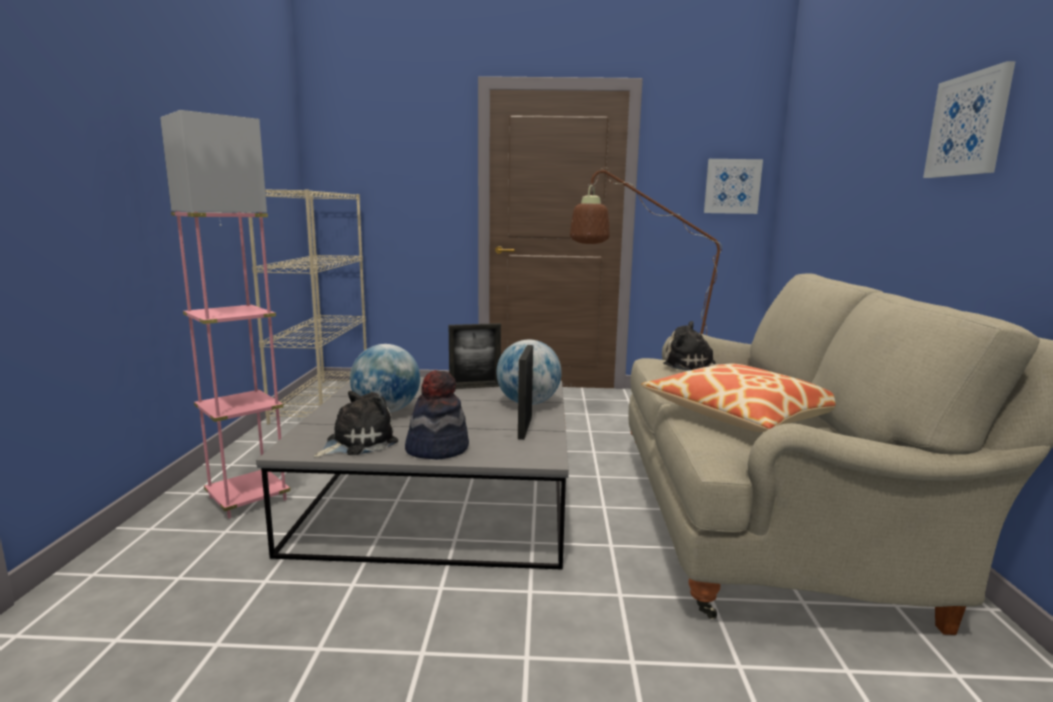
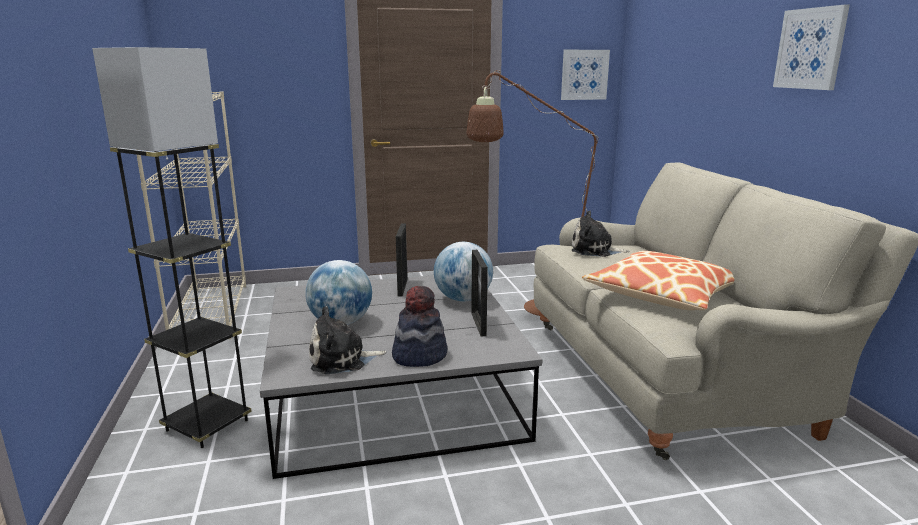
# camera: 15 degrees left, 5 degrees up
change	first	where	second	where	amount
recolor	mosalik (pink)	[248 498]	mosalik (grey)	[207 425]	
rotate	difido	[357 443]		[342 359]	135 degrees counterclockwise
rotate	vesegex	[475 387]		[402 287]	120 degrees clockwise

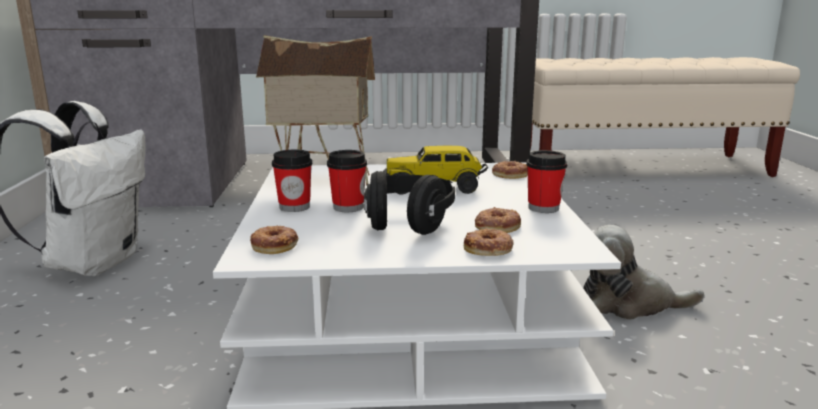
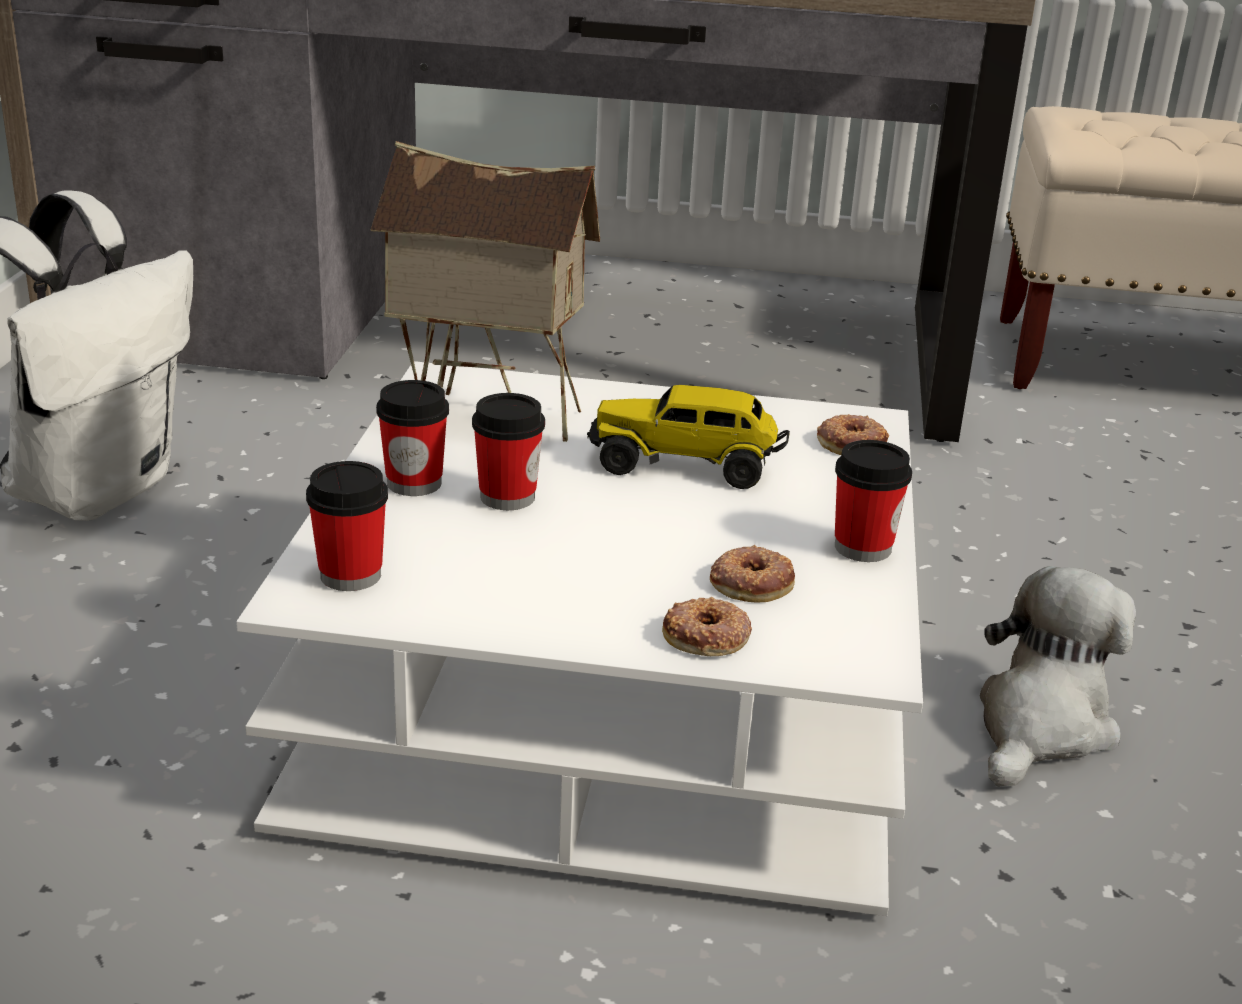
# camera: 10 degrees right, 10 degrees up
change	first	where	second	where	amount
replace	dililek	[274 245]	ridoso	[350 575]	
rotate	difido	[628 303]		[1040 726]	105 degrees clockwise
delete	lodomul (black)	[408 223]			

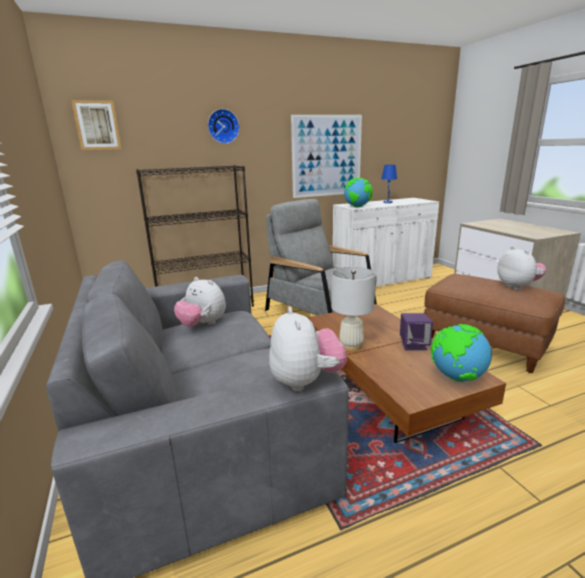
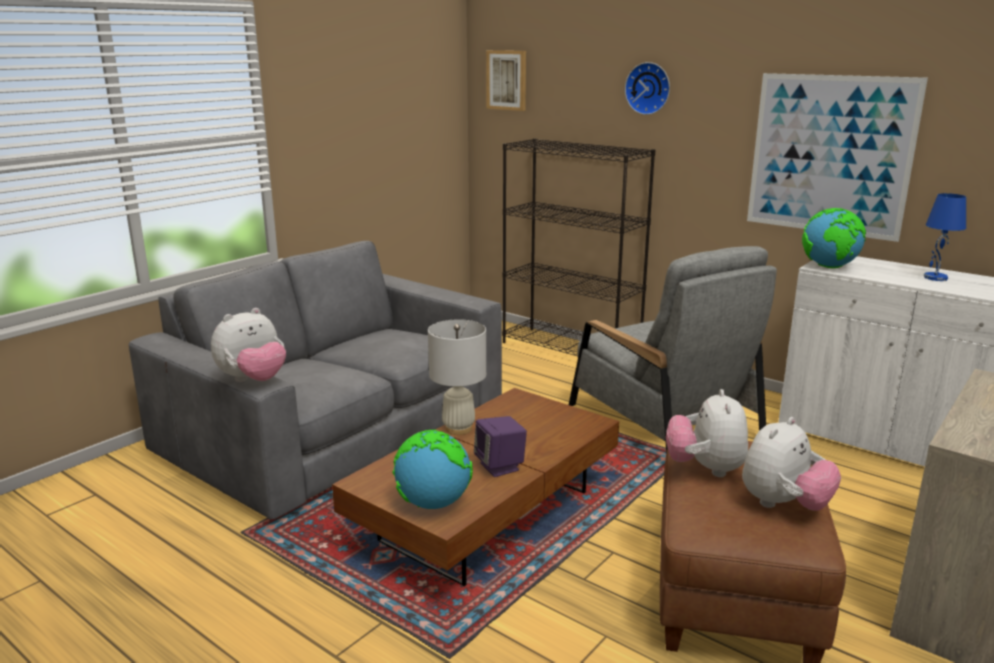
# camera: 60 degrees right, 0 degrees up
change	first	where	second	where	amount
rotate	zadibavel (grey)	[321 312]		[662 422]	135 degrees clockwise
move	difido	[202 325]		[705 469]	

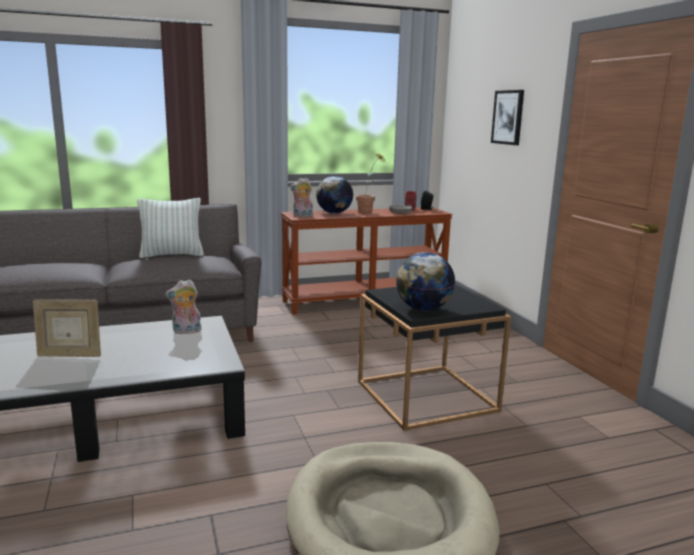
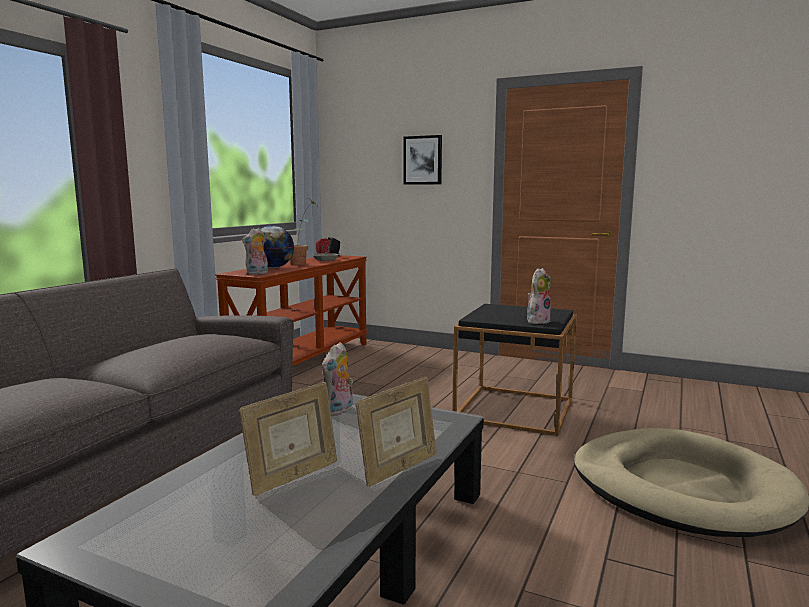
# camera: 45 degrees left, 5 degrees down
change	first	where	second	where	amount
insert			vesegex	[398 469]	
replace	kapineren	[423 309]	difido	[537 321]	
delete	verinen	[172 255]			

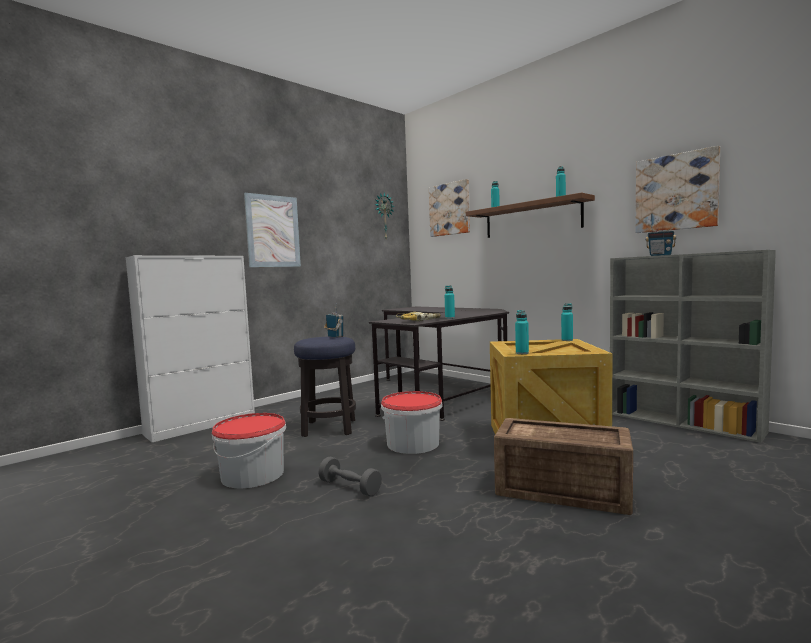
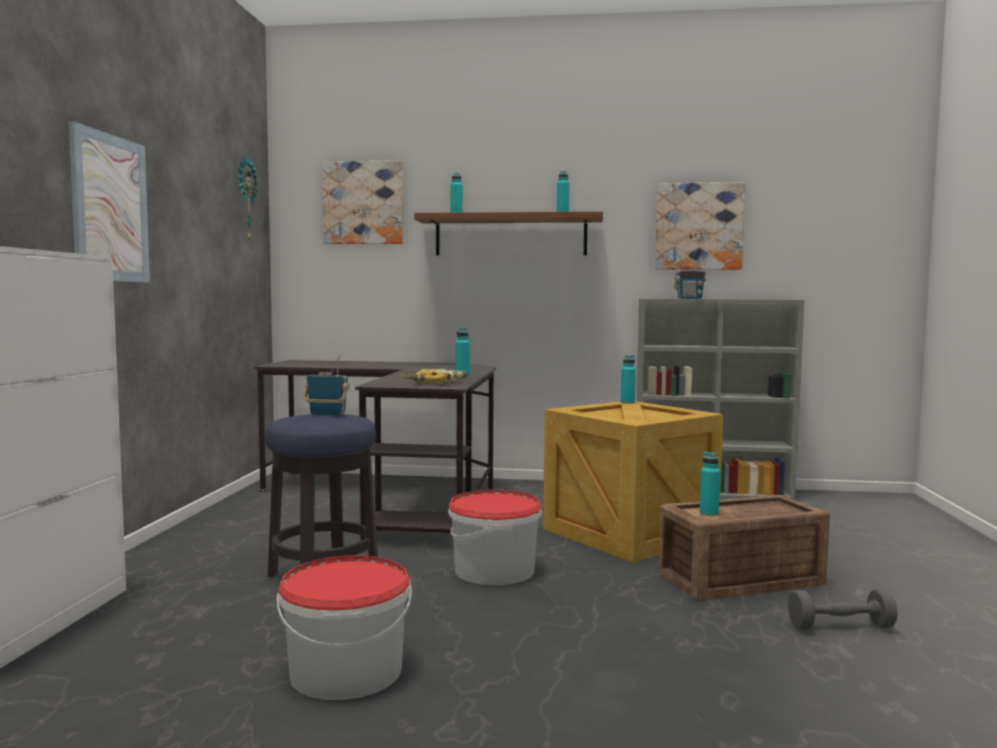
# camera: 40 degrees left, 0 degrees up
change	first	where	second	where	amount
move	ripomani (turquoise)	[522 353]		[709 513]	
move	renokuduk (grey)	[350 487]		[840 626]	

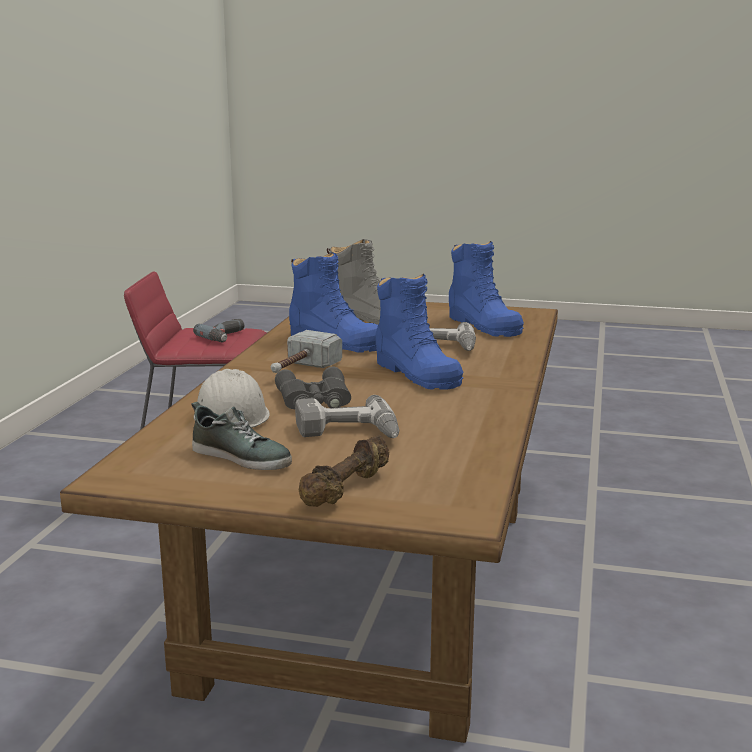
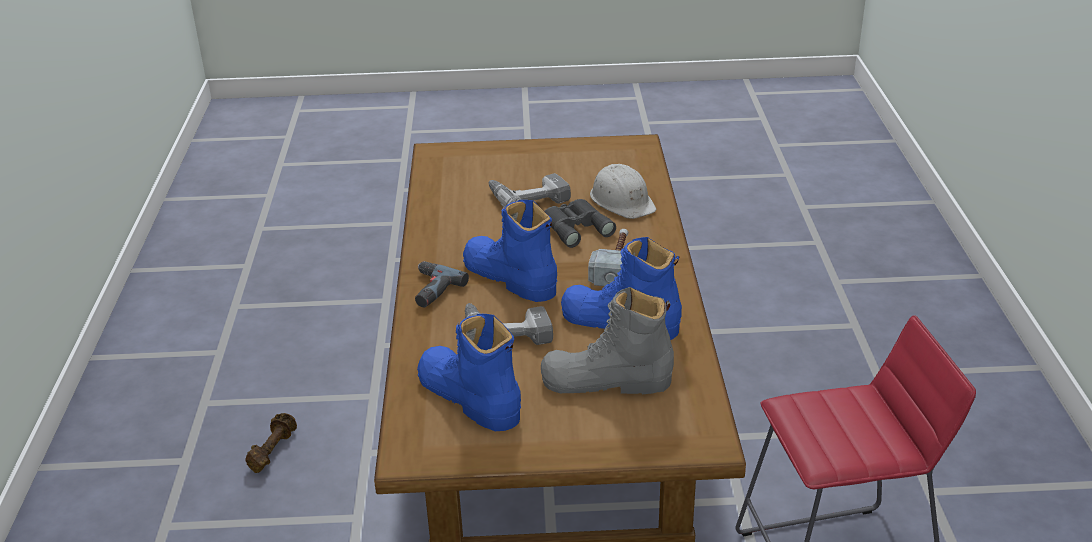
# camera: 165 degrees right, 15 degrees up
change	first	where	second	where	amount
move	renokuduk (brown)	[347 489]		[272 451]	
move	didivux	[226 336]		[429 290]	
delete	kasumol	[242 456]			

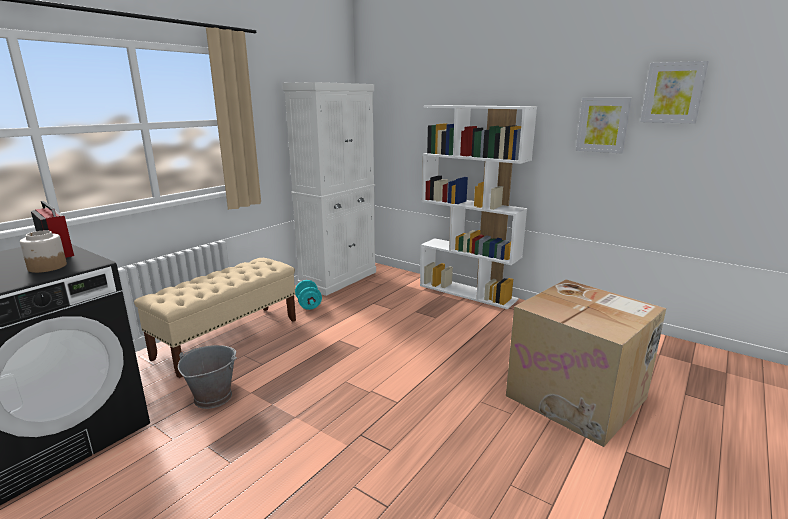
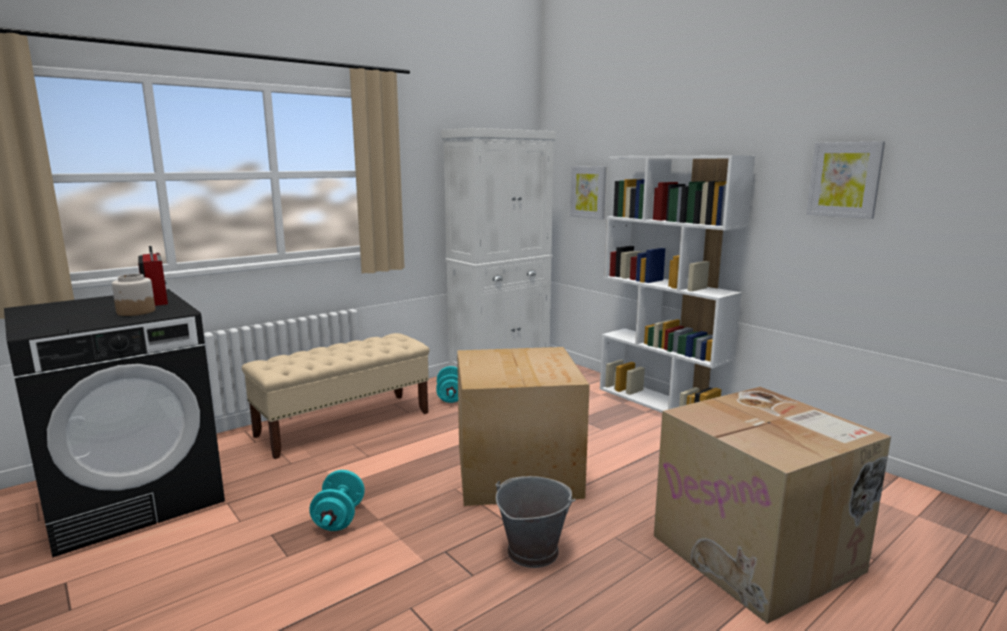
# camera: 15 degrees right, 5 degrees down
change	first	where	second	where	amount
insert			renokuduk (turquoise)	[339 518]	
insert			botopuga	[518 471]	
move	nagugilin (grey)	[212 397]		[532 551]	
move	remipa	[673 93]		[588 192]	

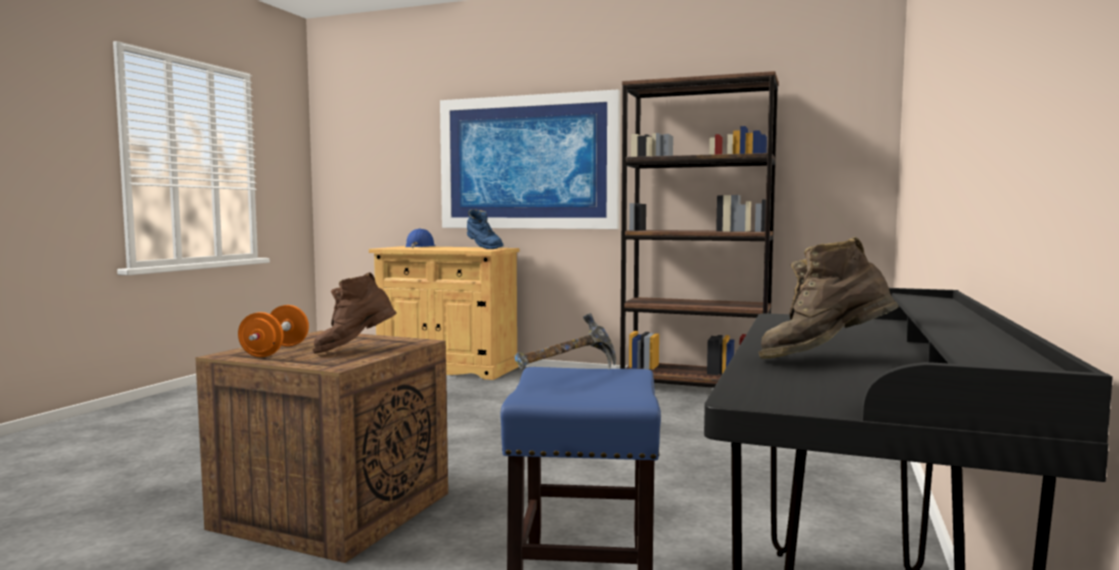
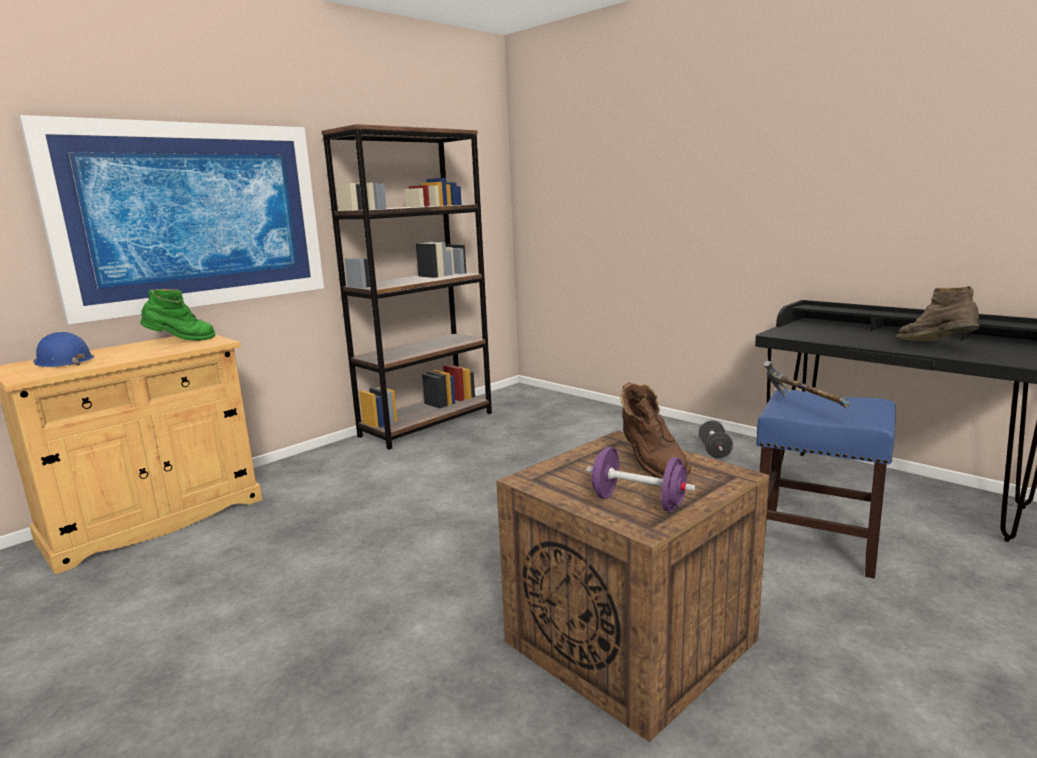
# camera: 65 degrees left, 10 degrees up
change	first	where	second	where	amount
recolor	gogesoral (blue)	[483 248]	gogesoral (green)	[181 341]	
recolor	renokuduk (orange)	[275 351]	renokuduk (purple)	[638 502]	
insert			renokuduk (black)	[714 451]	
rotate	gogesoral (brown)	[824 359]		[935 346]	135 degrees clockwise

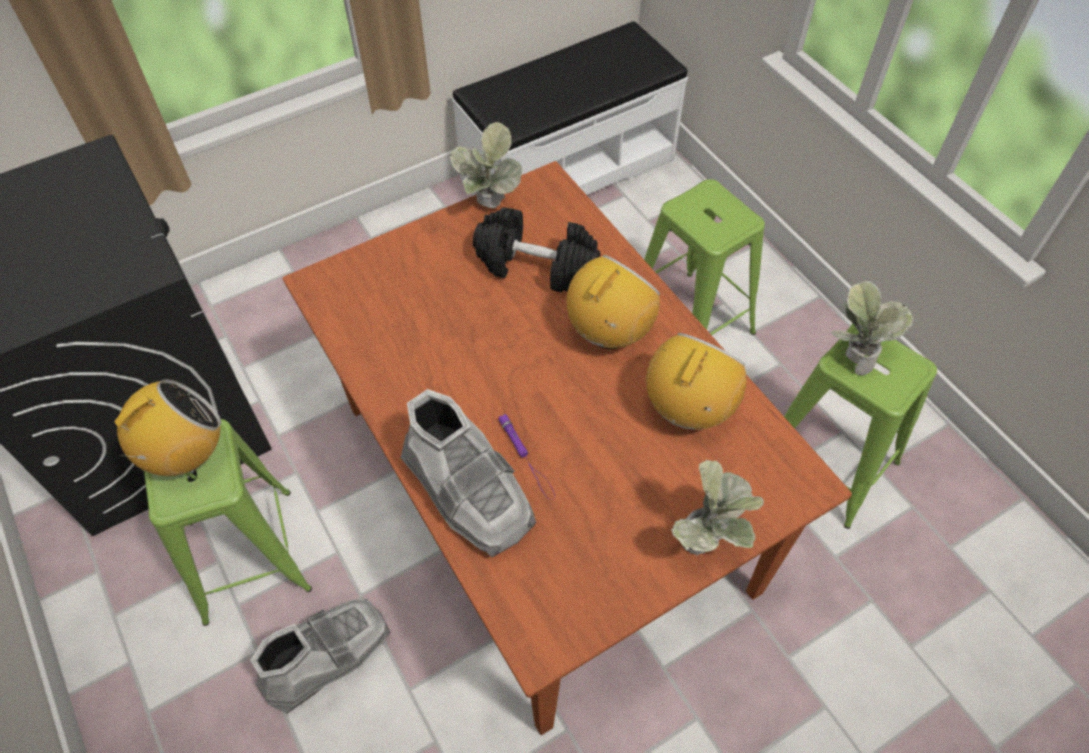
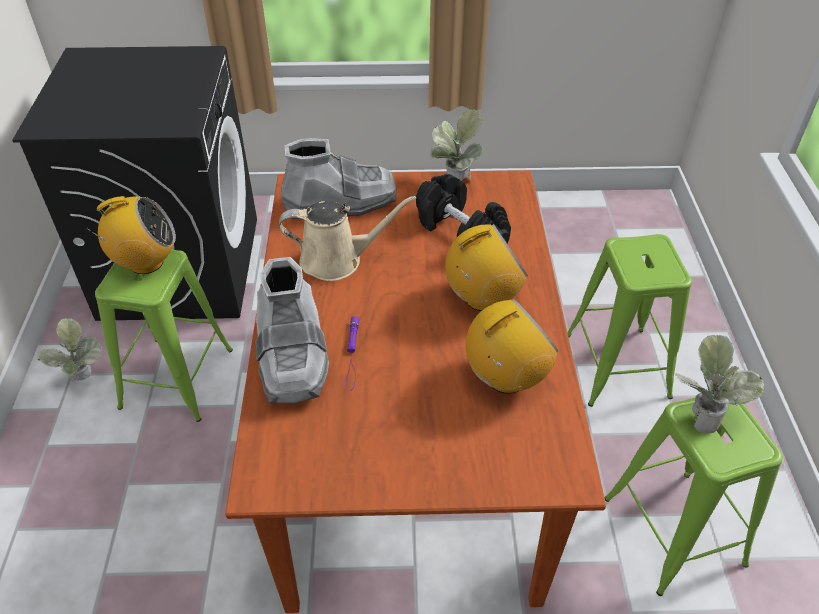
# camera: 30 degrees right, 10 degrees down
change	first	where	second	where	amount
move	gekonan	[707 544]		[84 380]	
insert			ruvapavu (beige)	[337 260]	
move	gogesoral (grey)	[326 656]		[341 202]	
delete	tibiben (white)	[567 169]			

